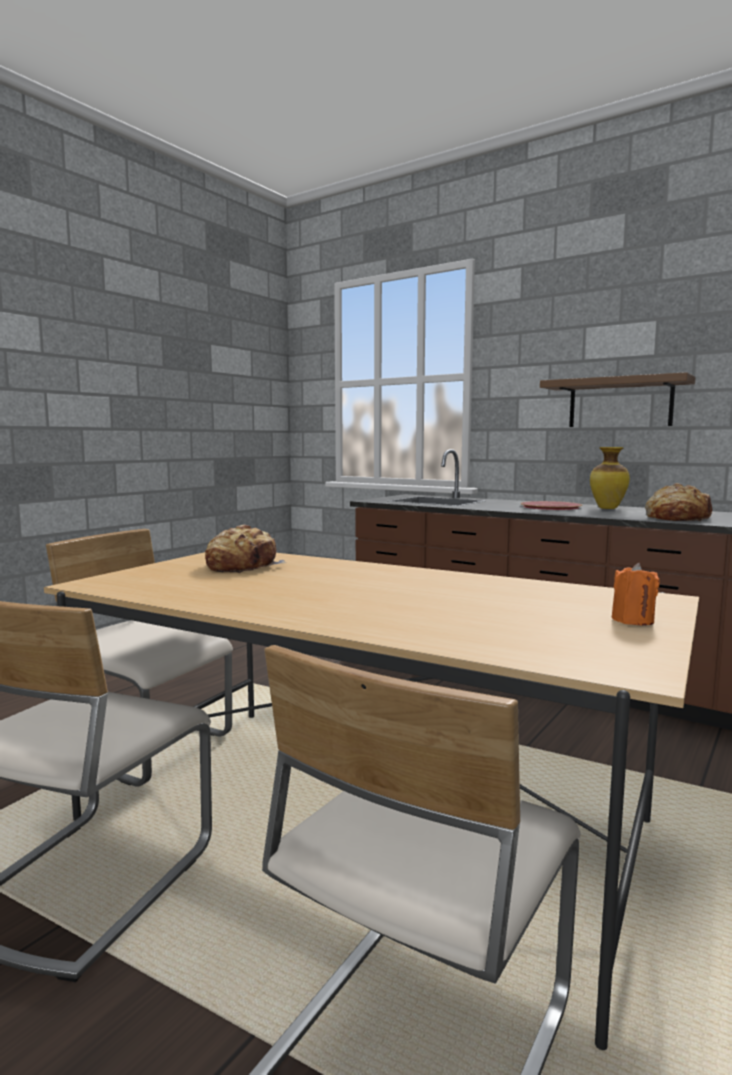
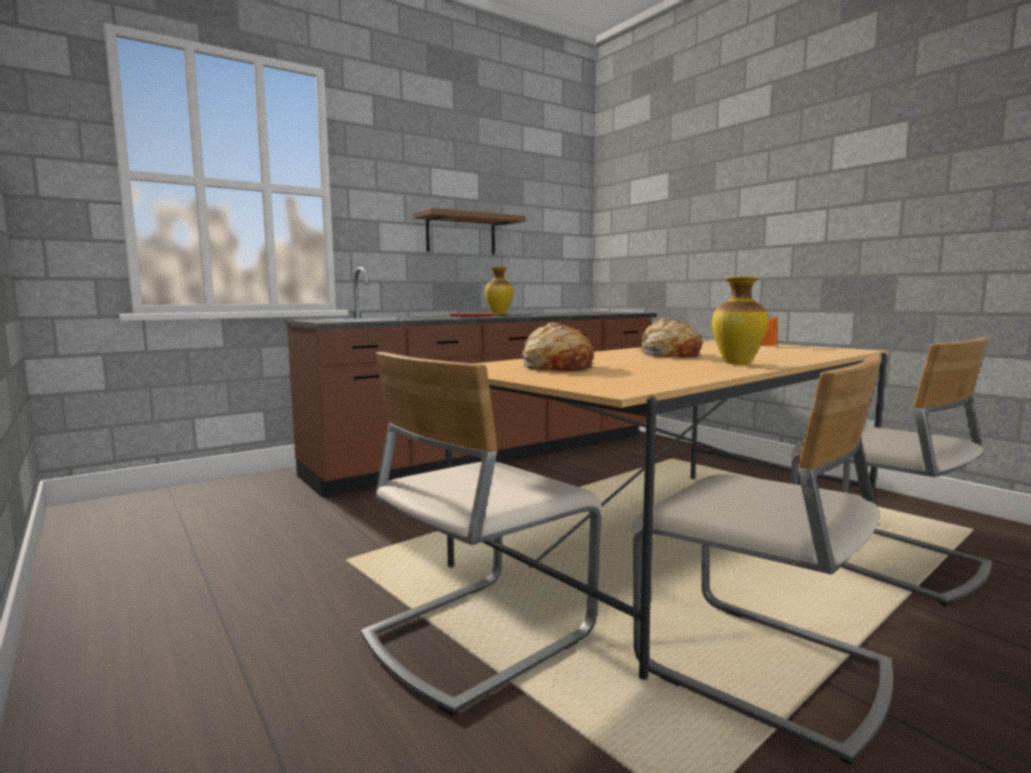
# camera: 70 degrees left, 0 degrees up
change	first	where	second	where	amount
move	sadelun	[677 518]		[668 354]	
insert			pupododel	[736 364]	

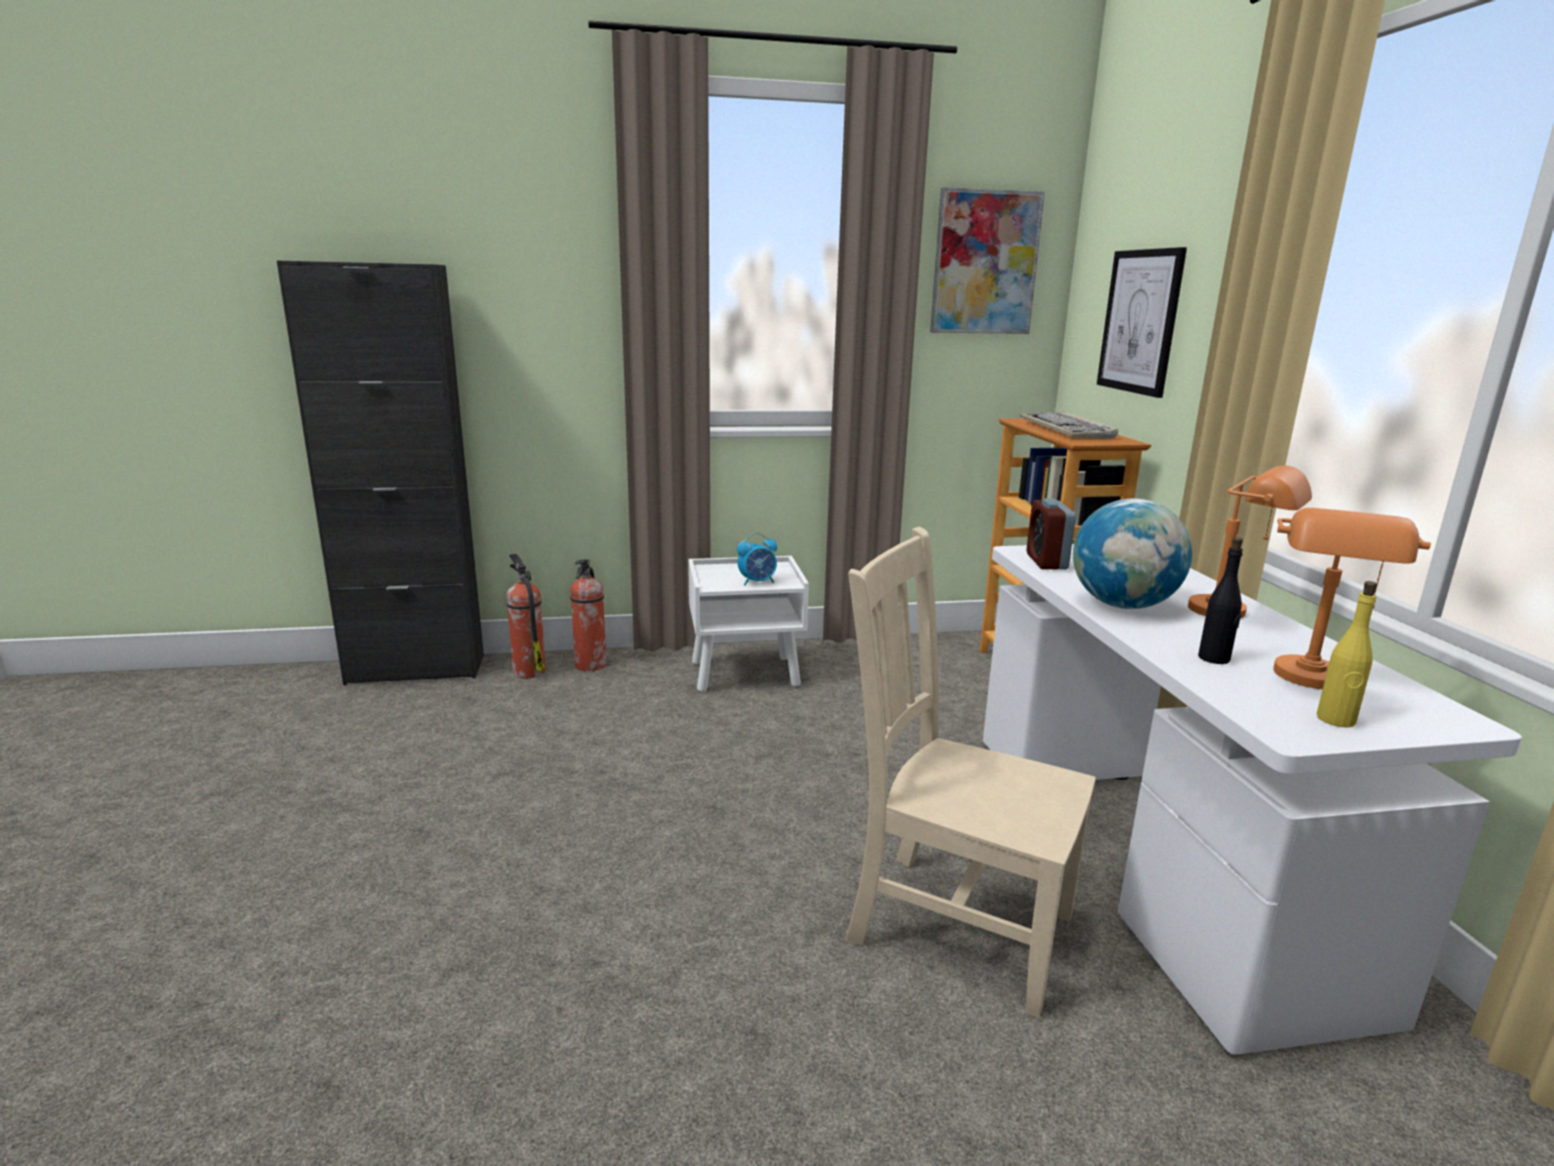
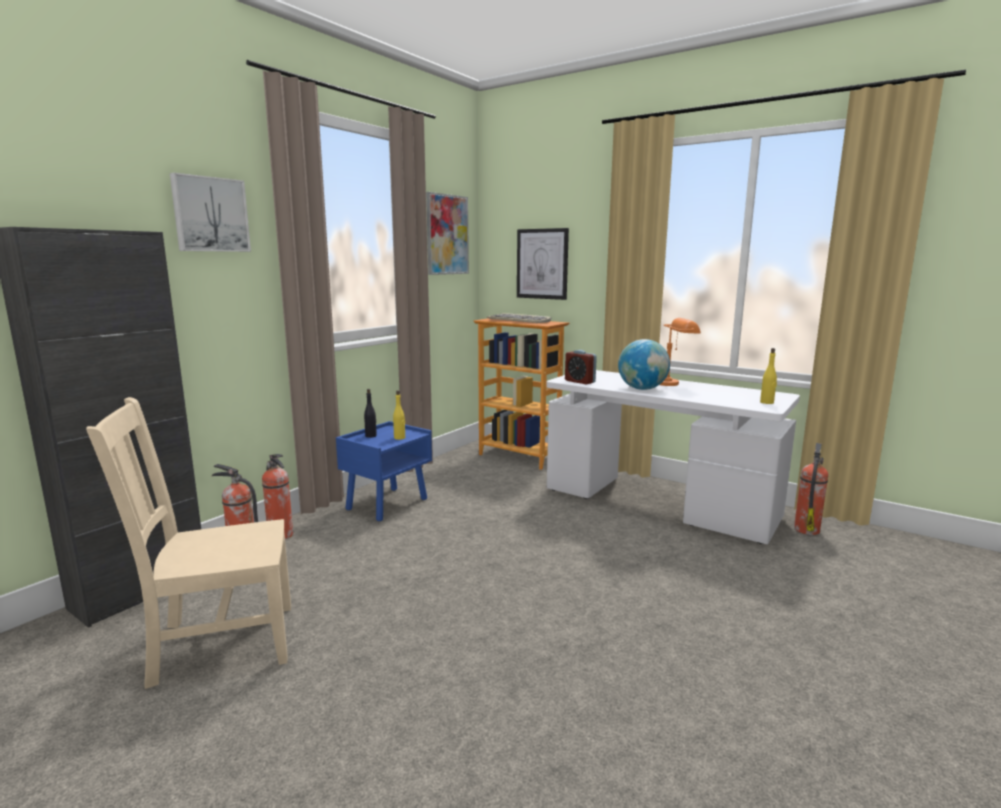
# camera: 45 degrees left, 5 degrees down
change	first	where	second	where	amount
move	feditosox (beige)	[953 923]		[219 643]	
insert			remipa	[210 214]	
recolor	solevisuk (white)	[746 673]	solevisuk (blue)	[387 503]	
move	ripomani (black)	[1214 658]		[371 436]	
replace	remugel	[757 582]	ripomani (yellow)	[399 438]	
insert			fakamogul	[806 529]	
delete	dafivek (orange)	[1314 685]			

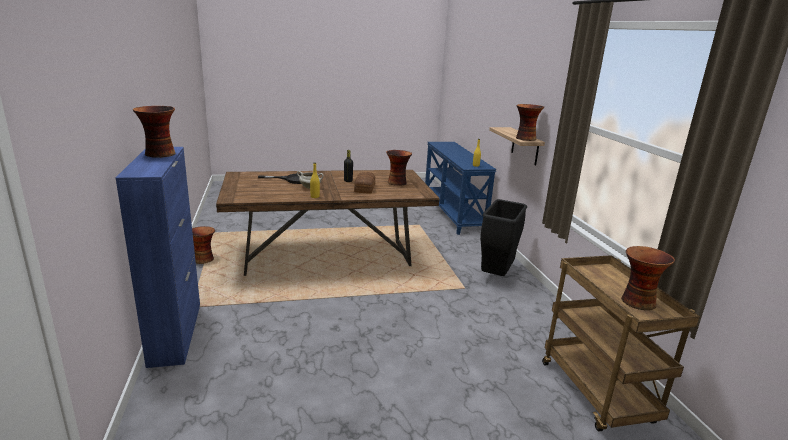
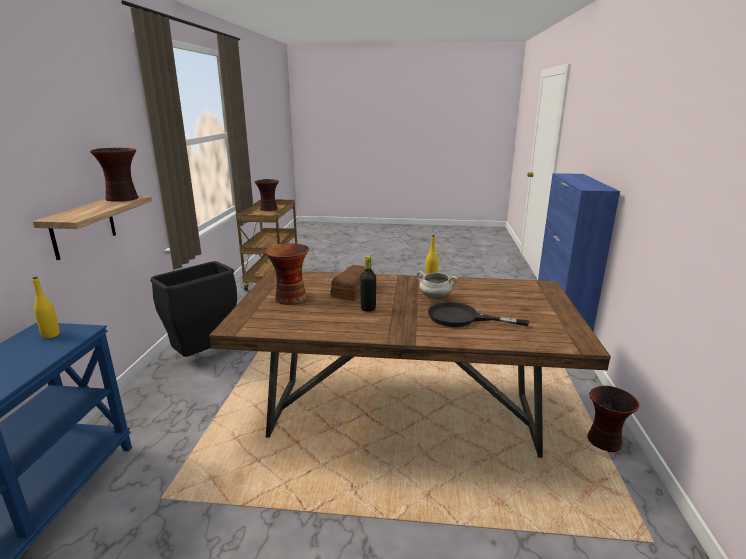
# camera: 160 degrees left, 0 degrees up
change	first	where	second	where	amount
delete	pupododel	[159 154]			

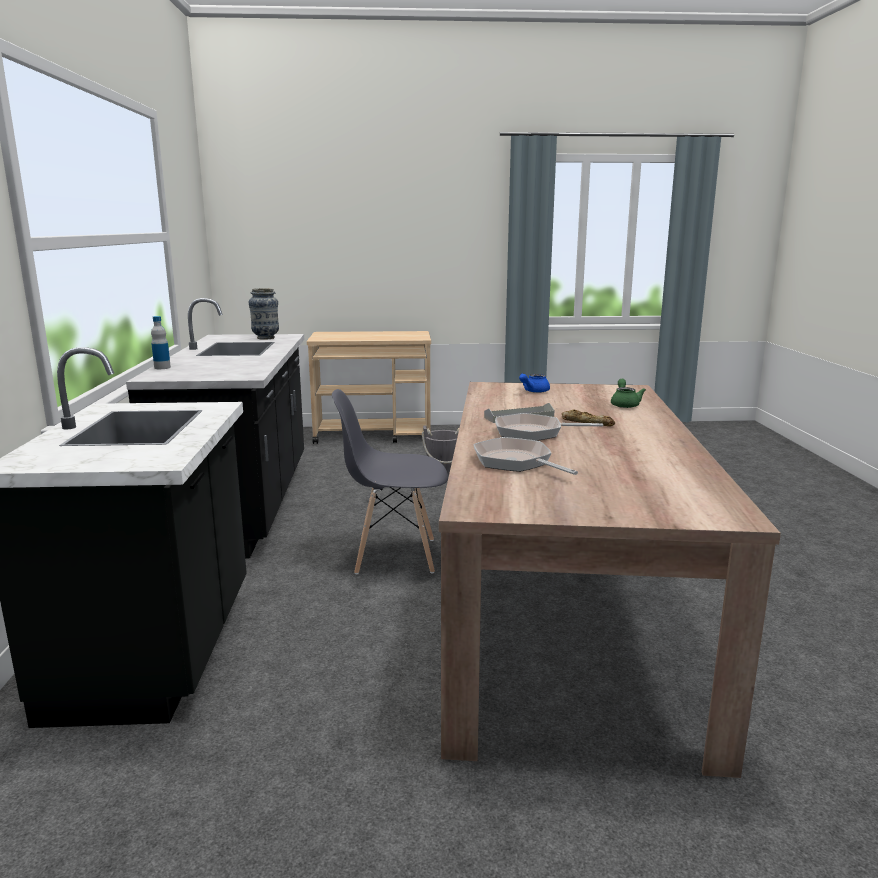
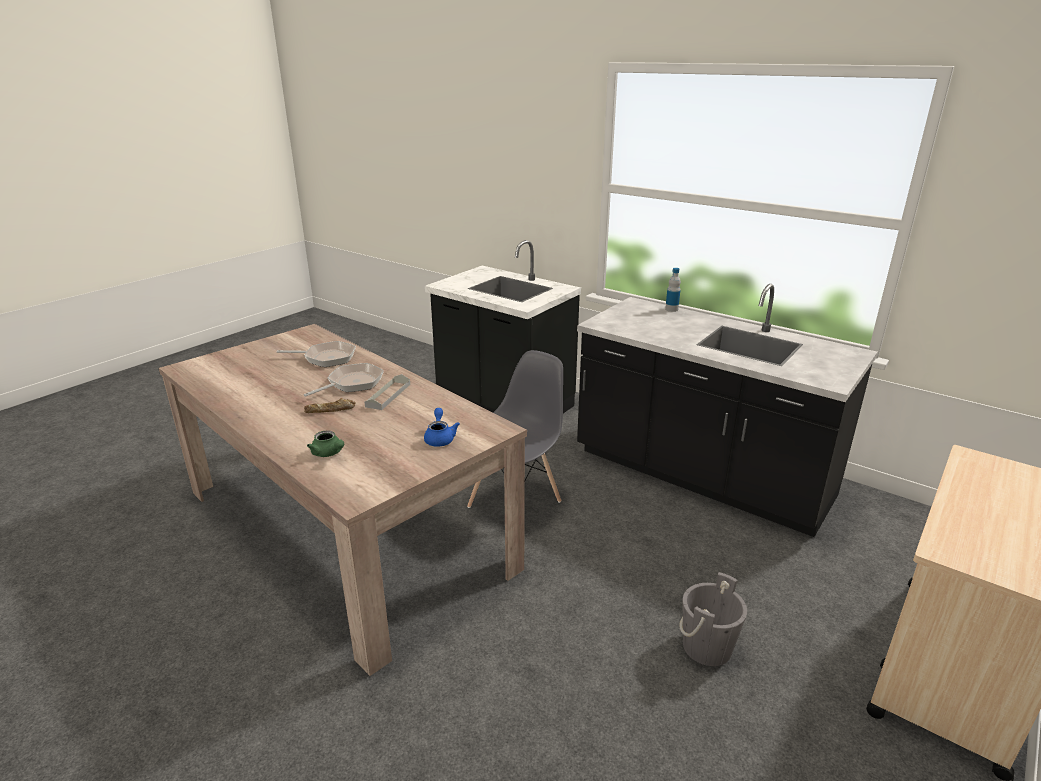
# camera: 130 degrees right, 10 degrees up
change	first	where	second	where	amount
delete	pupododel	[266 338]			

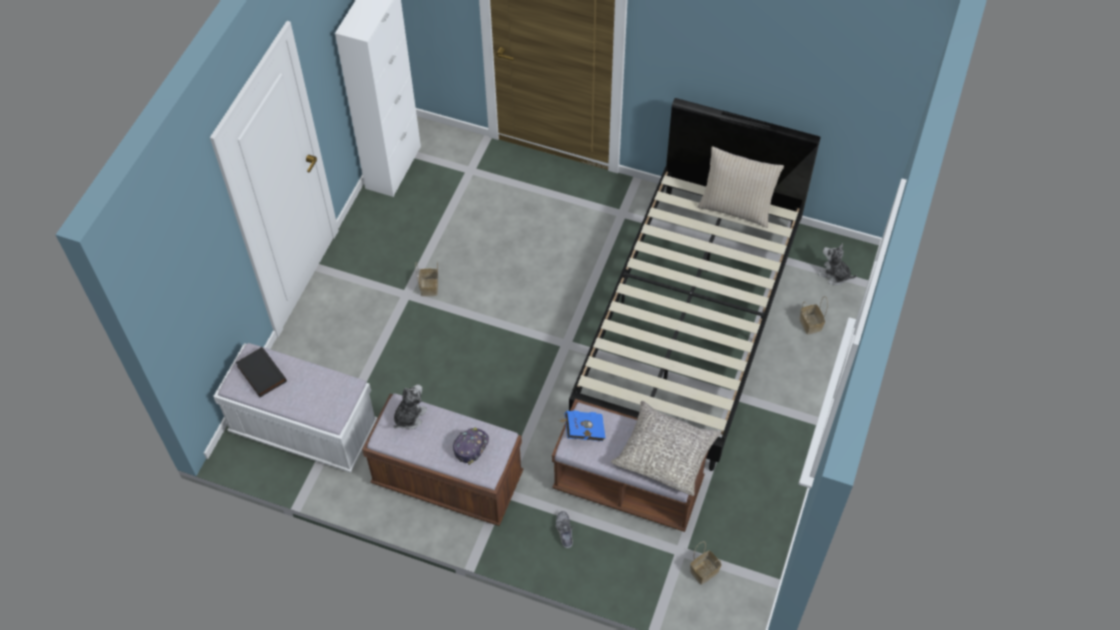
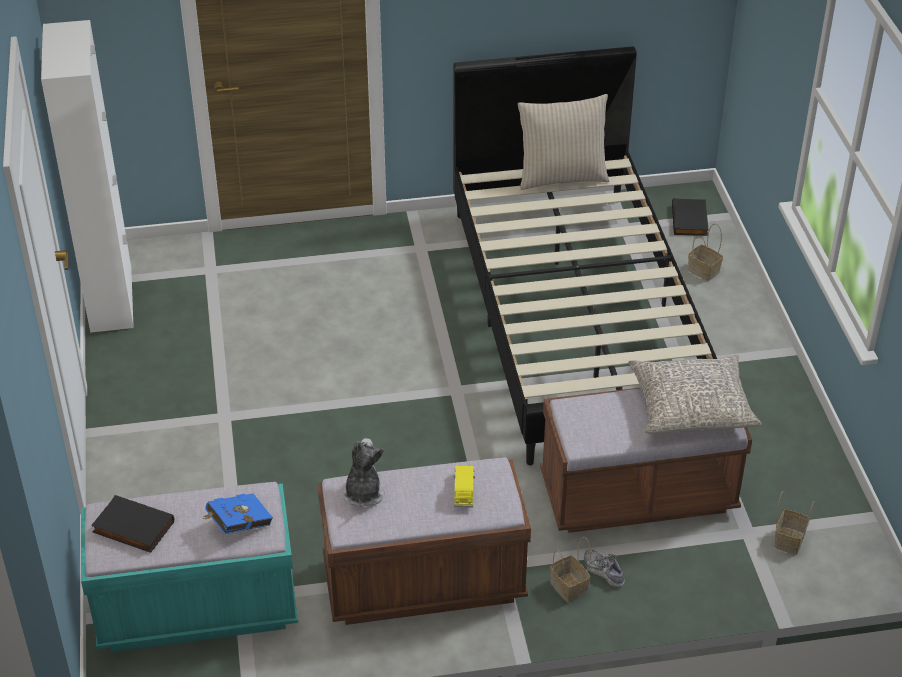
# camera: 30 degrees left, 15 degrees down
change	first	where	second	where	amount
recolor	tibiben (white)	[304 429]	tibiben (turquoise)	[197 608]	
move	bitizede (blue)	[582 431]		[237 525]	
replace	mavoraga	[470 446]	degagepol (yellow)	[464 491]	
move	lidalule	[430 288]		[570 588]	
replace	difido	[834 275]	bitizede (black)	[690 220]	

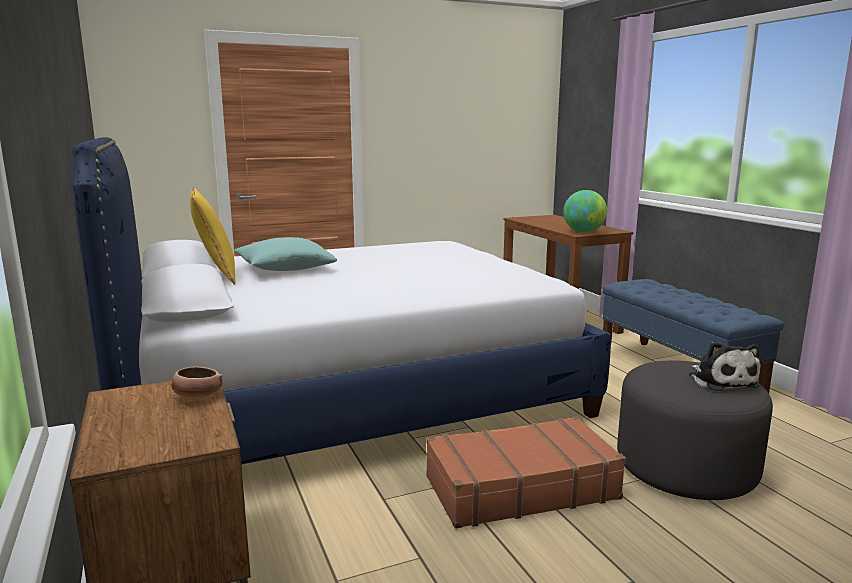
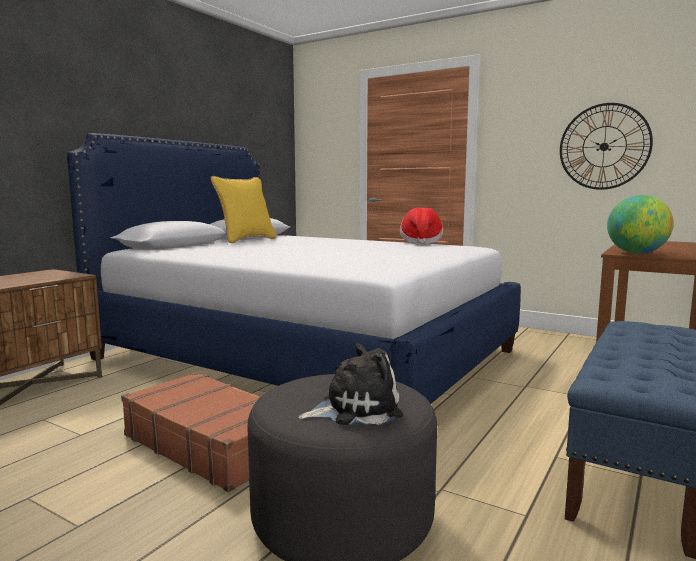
# camera: 55 degrees right, 5 degrees down
change	first	where	second	where	amount
rotate	difido	[721 380]		[355 409]	150 degrees counterclockwise
insert			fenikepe	[421 242]	
insert			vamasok	[604 146]	
delete	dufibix	[197 397]			
delete	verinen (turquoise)	[284 269]			

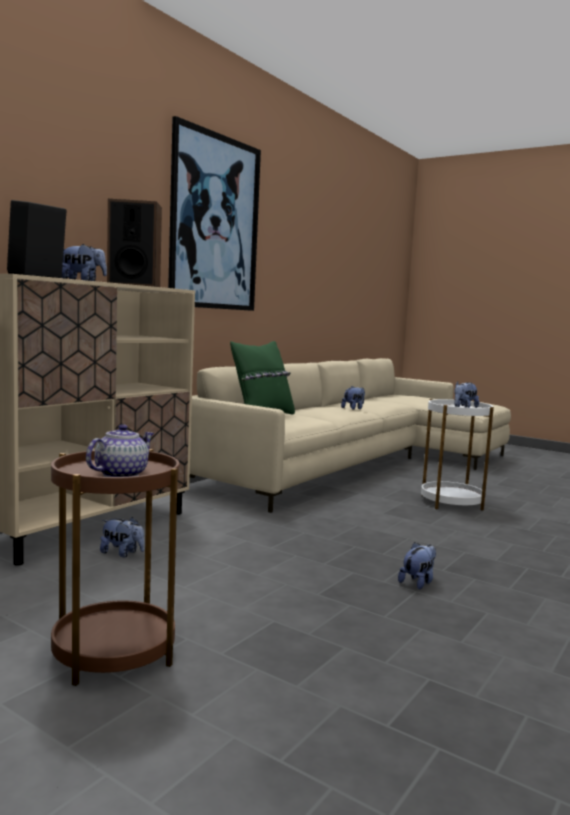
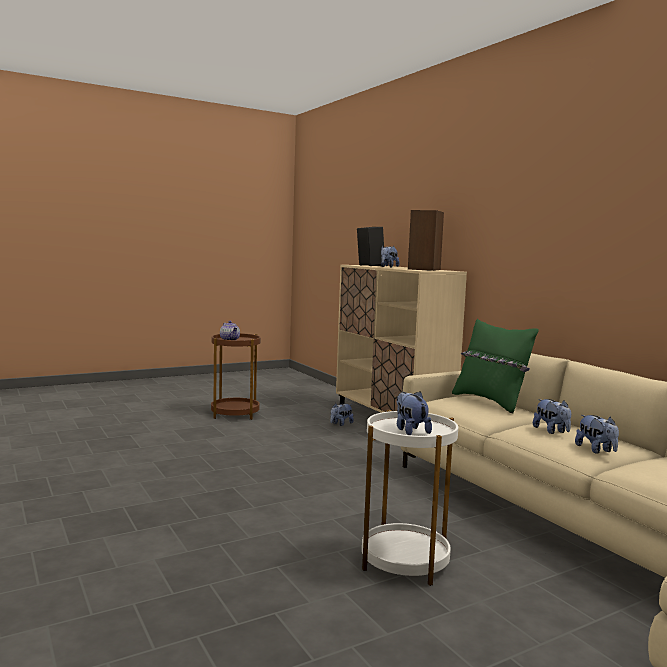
# camera: 115 degrees right, 0 degrees up
change	first	where	second	where	amount
move	difido	[418 582]		[551 431]	
delete	remipa	[215 223]			

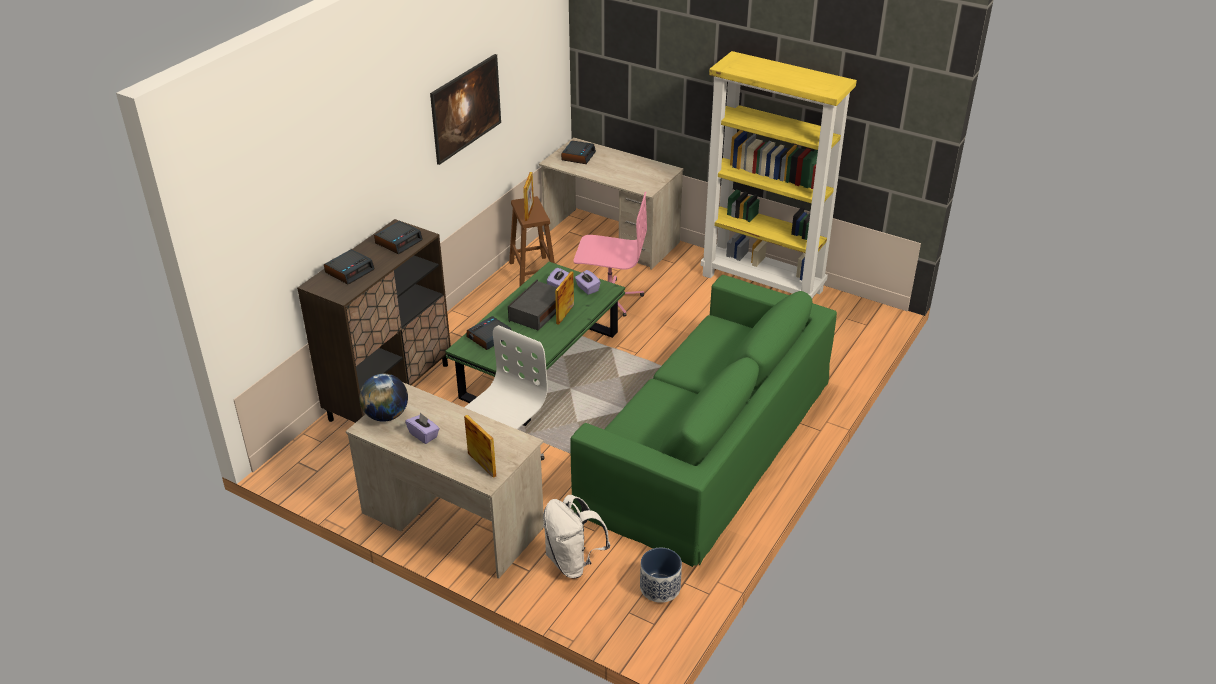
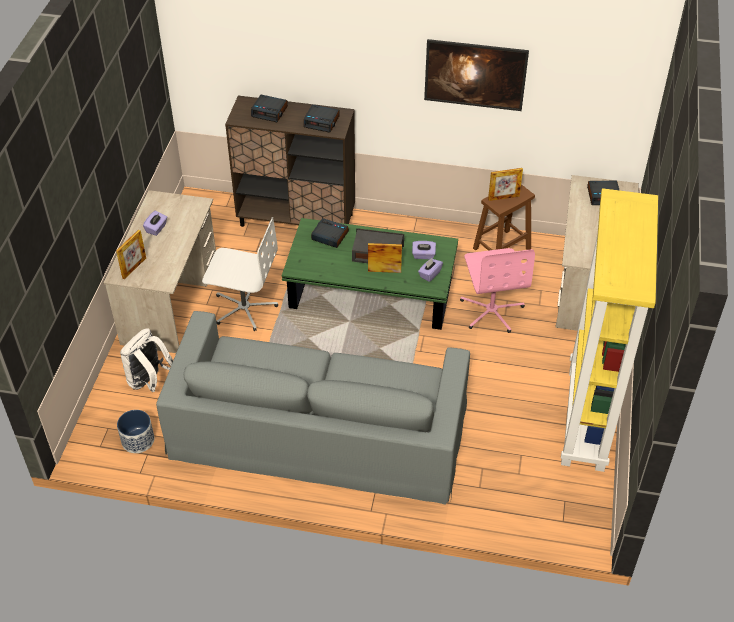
# camera: 70 degrees right, 10 degrees up
change	first	where	second	where	amount
recolor	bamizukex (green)	[707 442]	bamizukex (grey)	[318 430]	
delete	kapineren	[386 415]			

